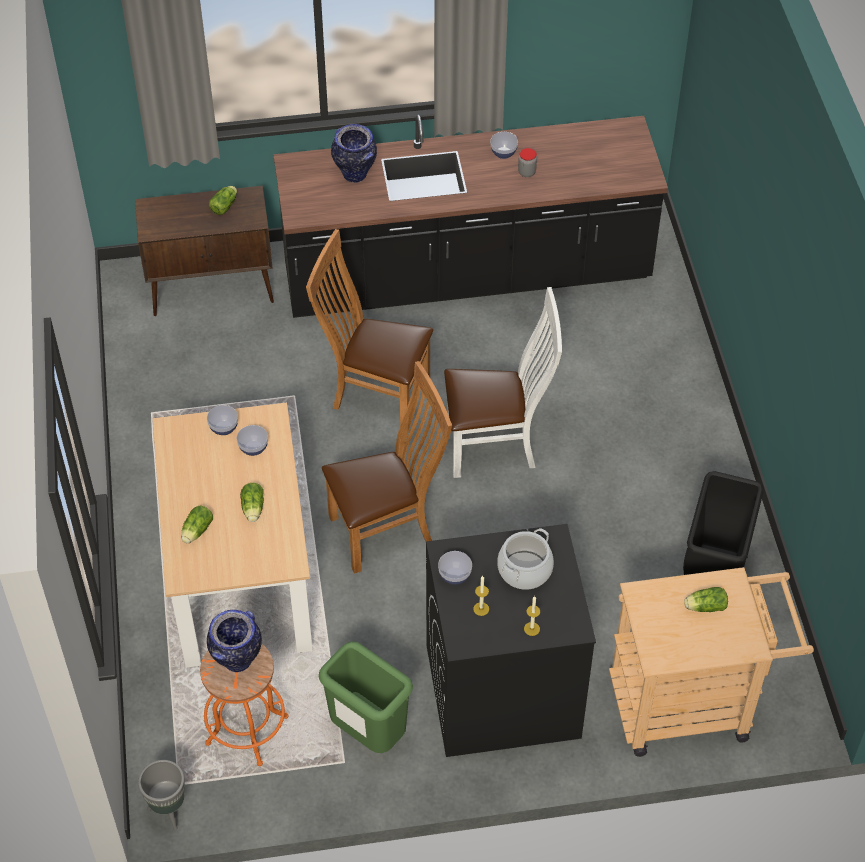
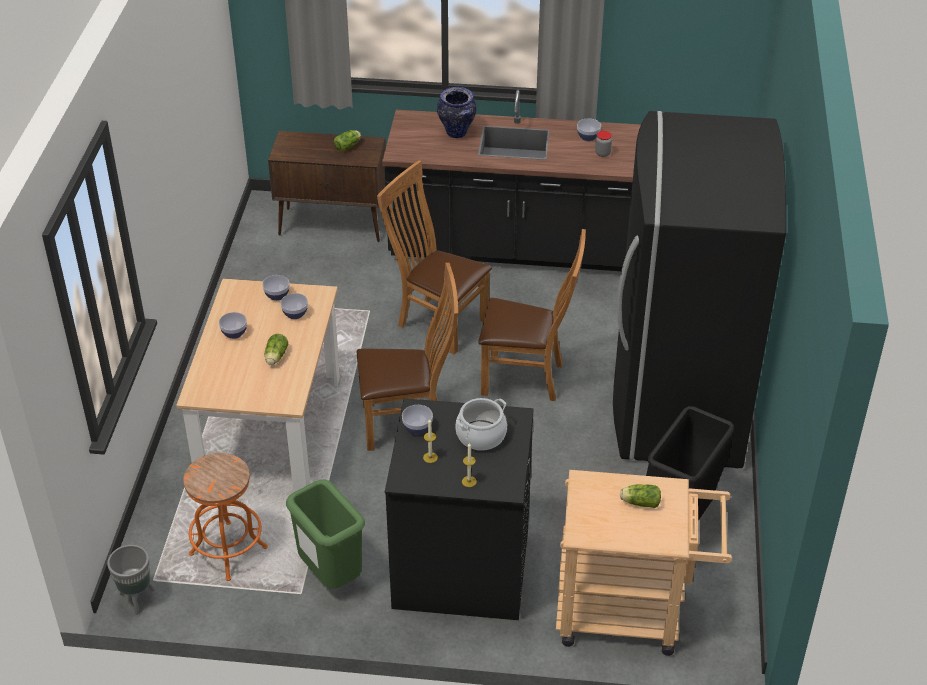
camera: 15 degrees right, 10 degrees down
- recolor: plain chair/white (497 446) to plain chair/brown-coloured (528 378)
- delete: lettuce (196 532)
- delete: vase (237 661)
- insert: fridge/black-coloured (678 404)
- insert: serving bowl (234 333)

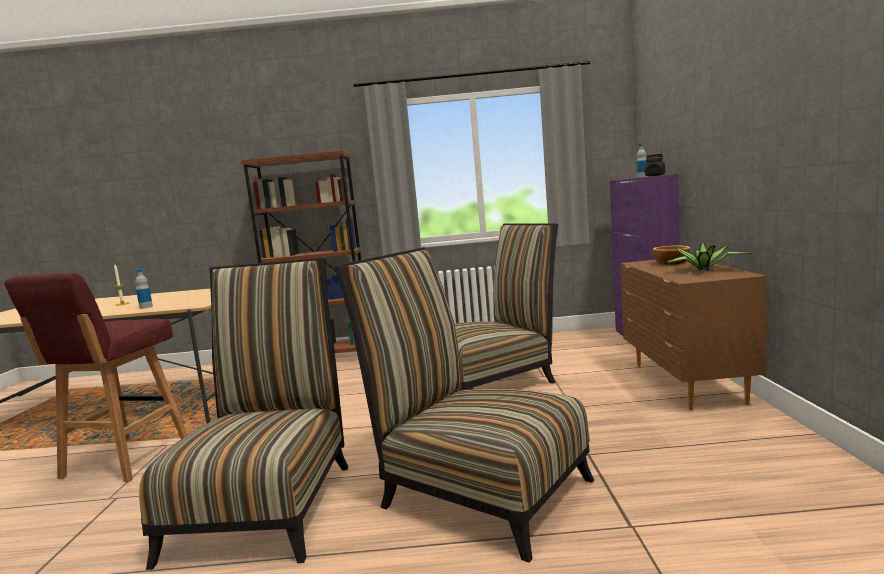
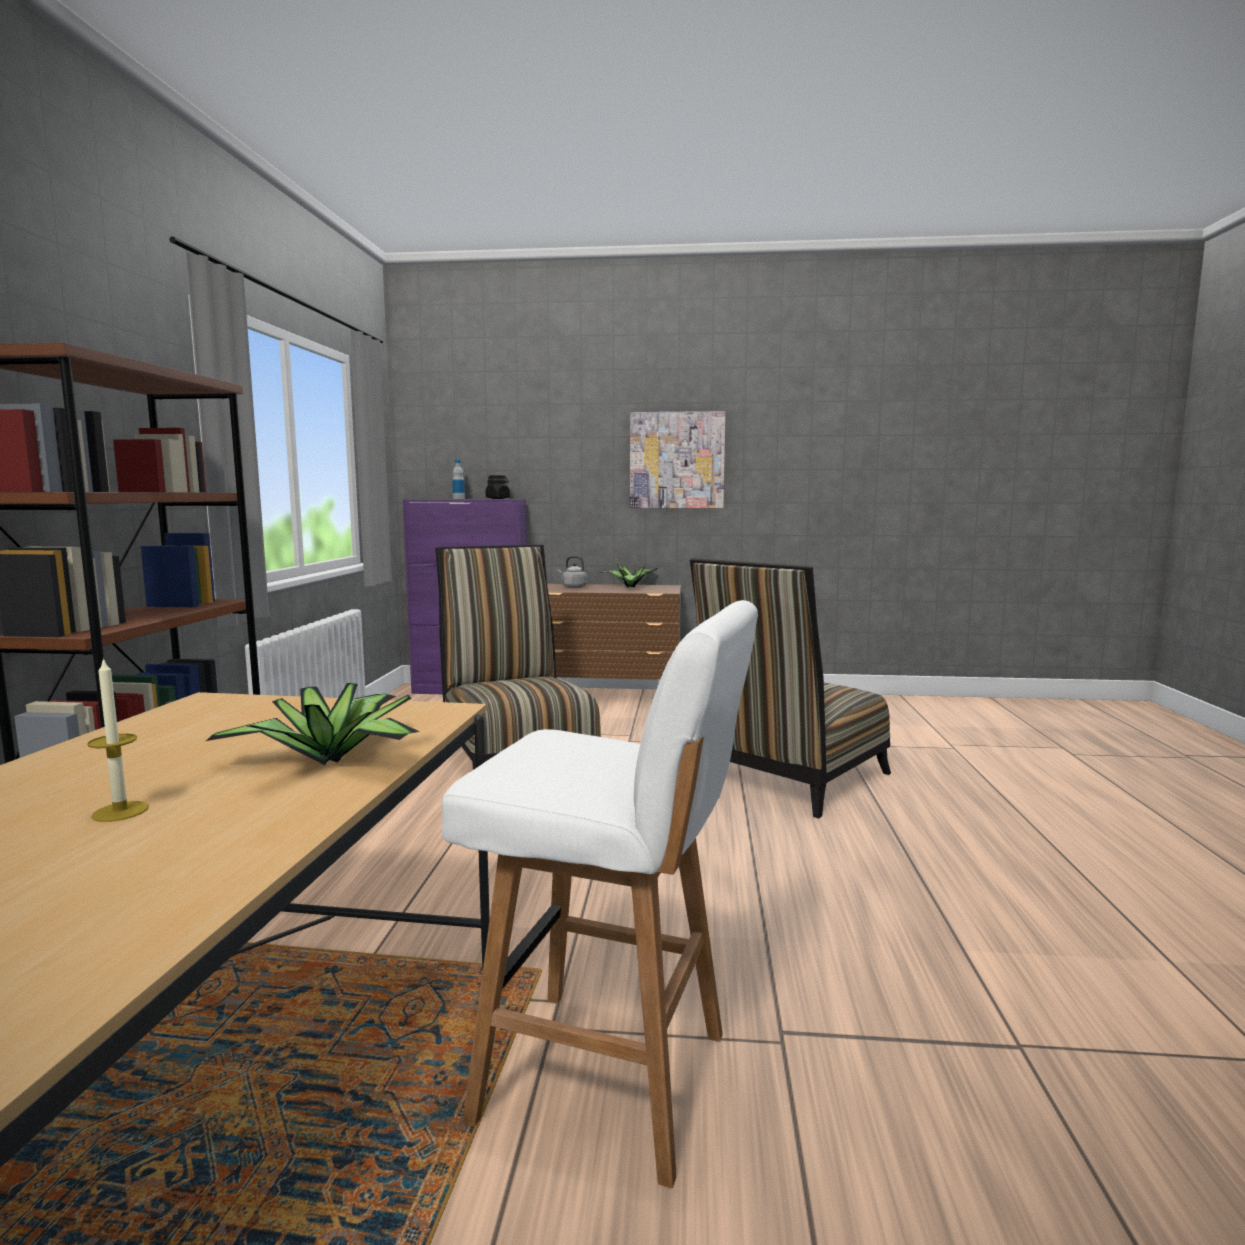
camera: 85 degrees left, 0 degrees up
- replace: serving bowl (670 263) to kettle/gray (573 587)
- delete: plain chair (267 502)
- replace: bottle (146 307) to potted plant (332 759)
- recolor: sitting stool/red-coloured (124 460) to sitting stool/white (609 1079)
- insert: wall picture (677 460)

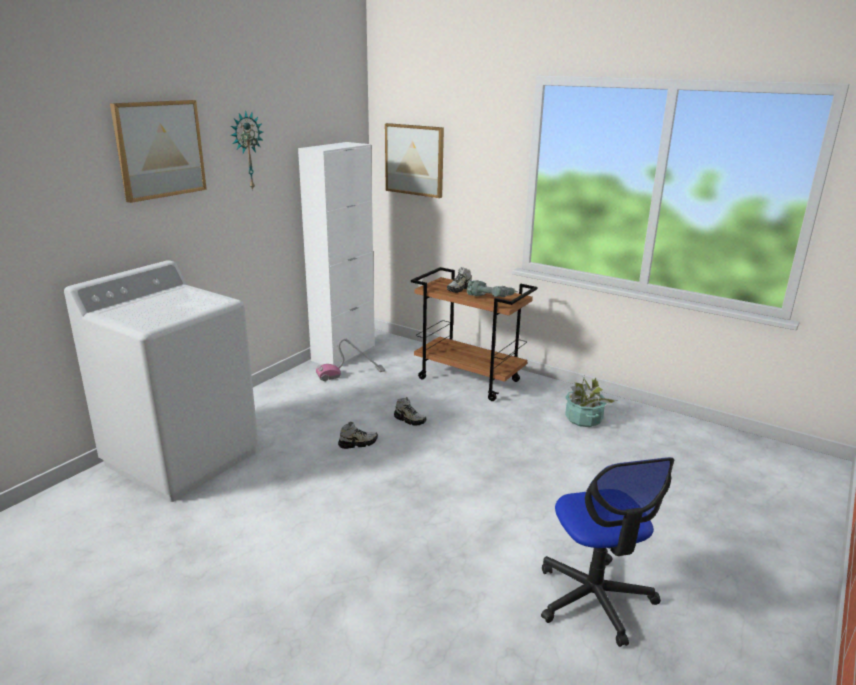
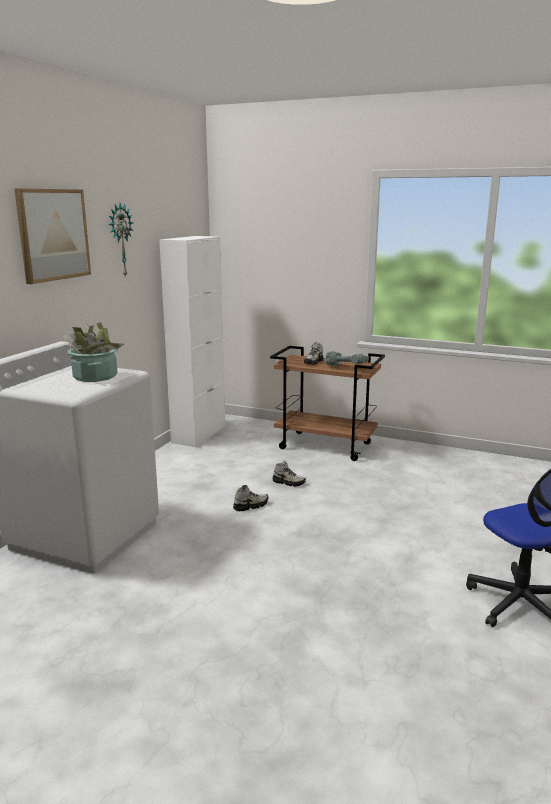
camera: 10 degrees left, 5 degrees down
- delete: wall picture (414 160)
- delete: hoover (351 373)
- move: potted plant (583 419) to (95 376)

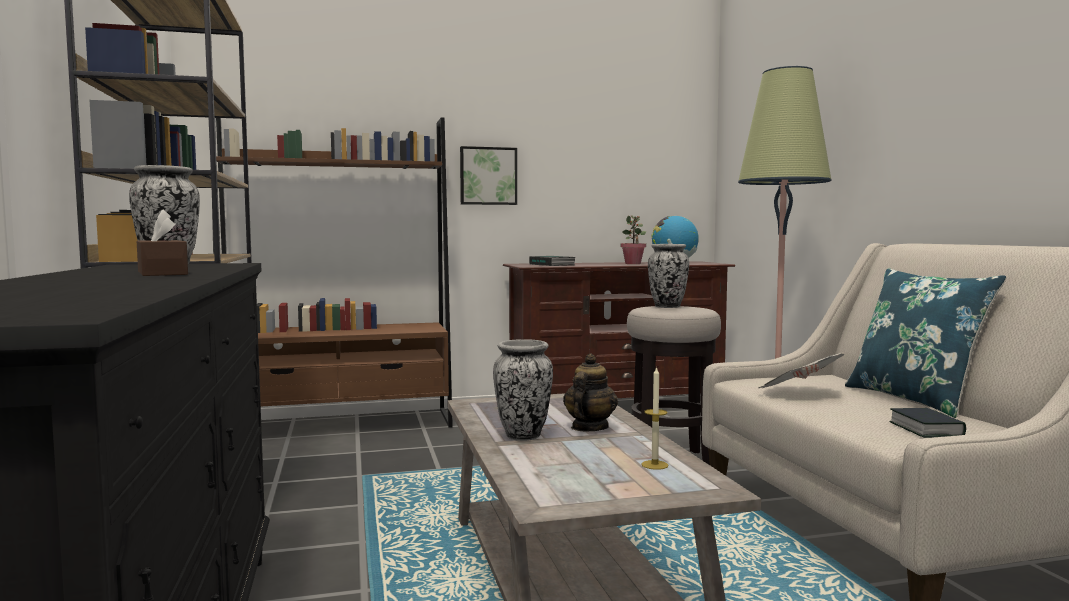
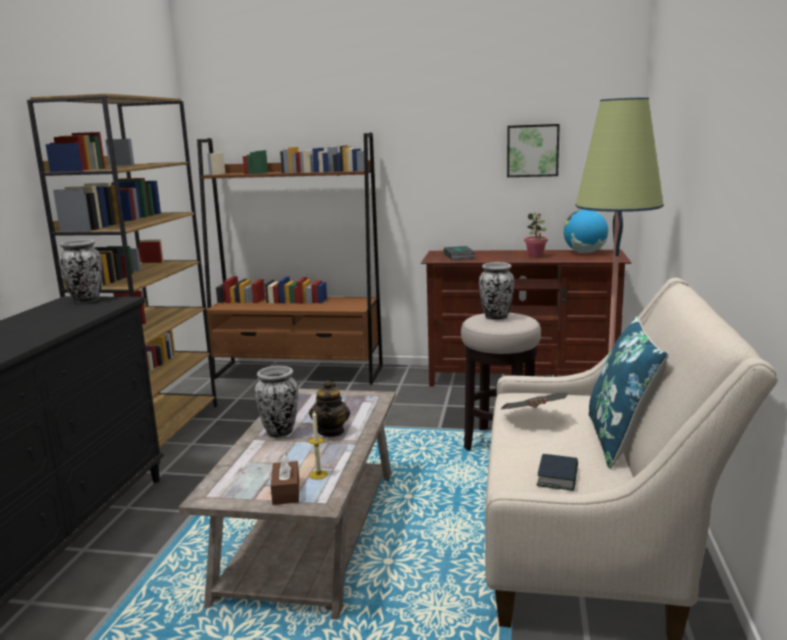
camera: 25 degrees right, 10 degrees up
- move: wall picture (488 176) to (532 150)
- move: box of tissues/brown-coloured (162 273) to (286 491)
- rotate: teapot (589 428) = (331 431) 135 degrees clockwise

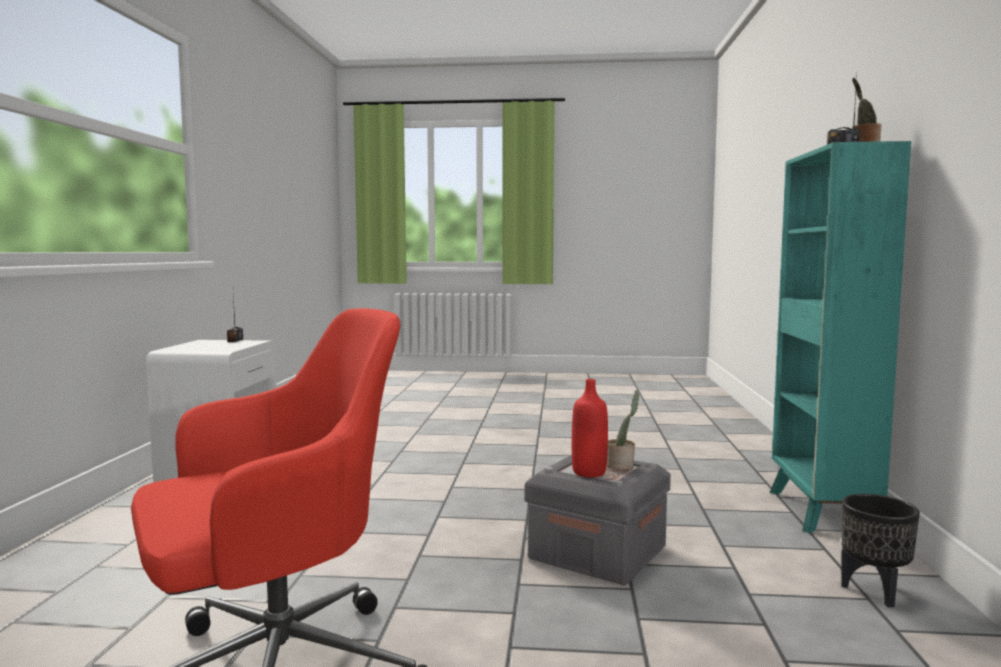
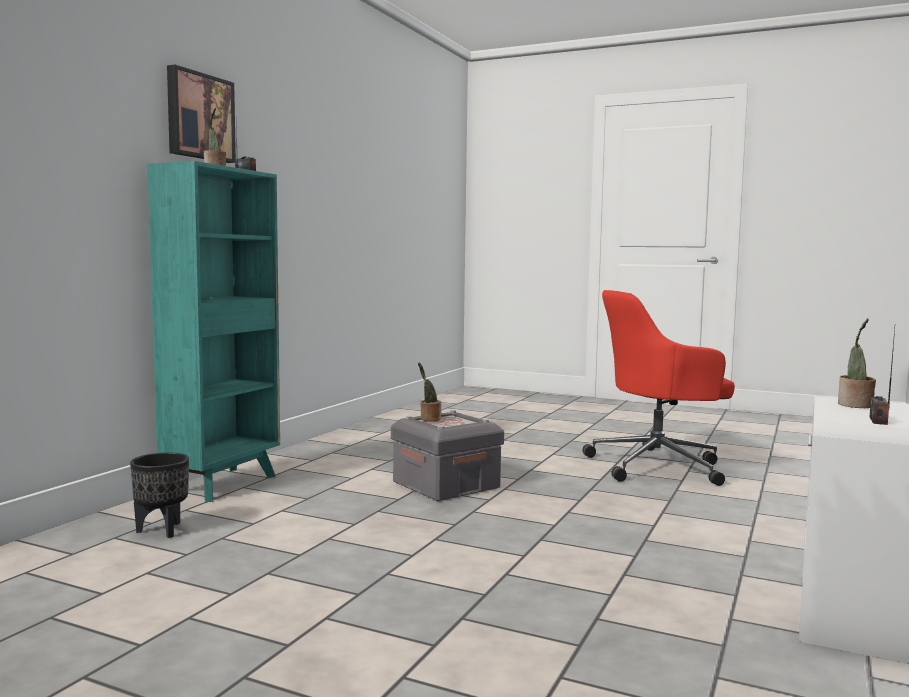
camera: 160 degrees left, 0 degrees up
- delete: bottle/red-coloured (589 472)
- move: plant pot/black-coloured (874 592) to (162 530)
- insert: wall picture (199 116)
- insert: potted plant (855 405)

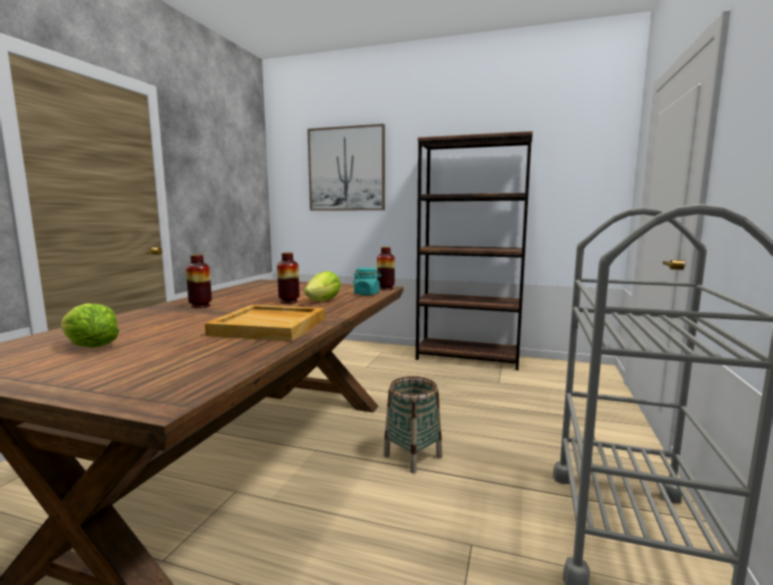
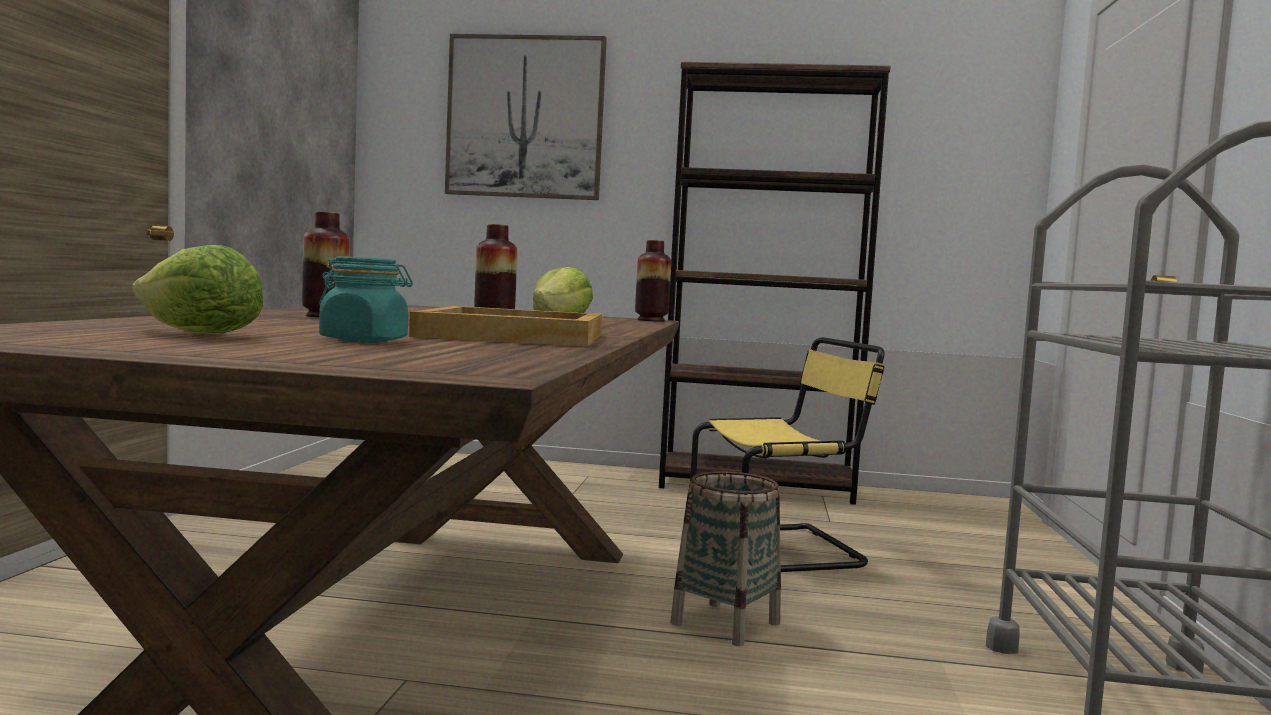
camera: 10 degrees left, 5 degrees down
- move: preserve jar/turquoise (367 294) to (364 340)
- insert: plain chair/yellowish (781 549)

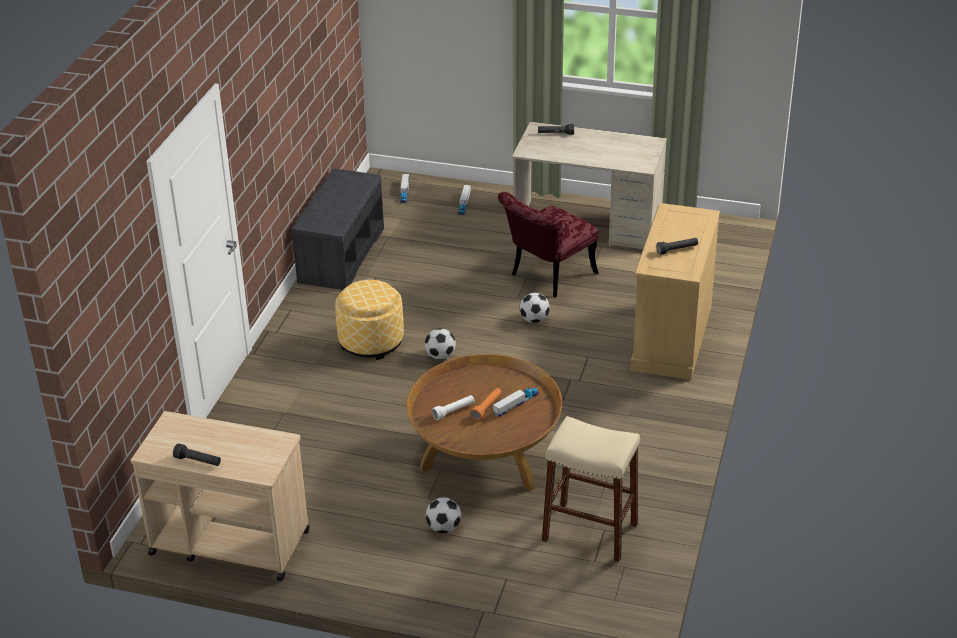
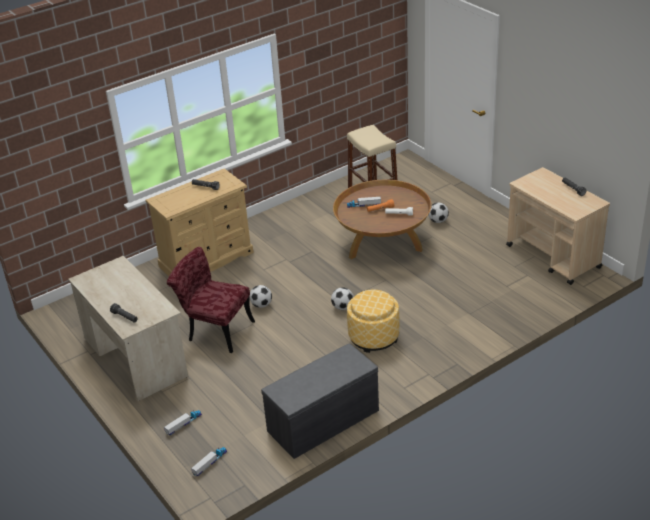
camera: 140 degrees left, 0 degrees up
- rotate: plain chair/red-coloured (547 277) = (215 330) 150 degrees counterclockwise

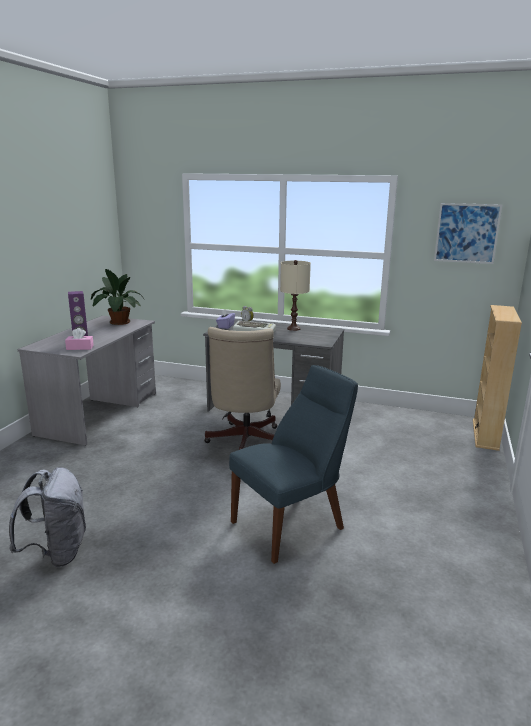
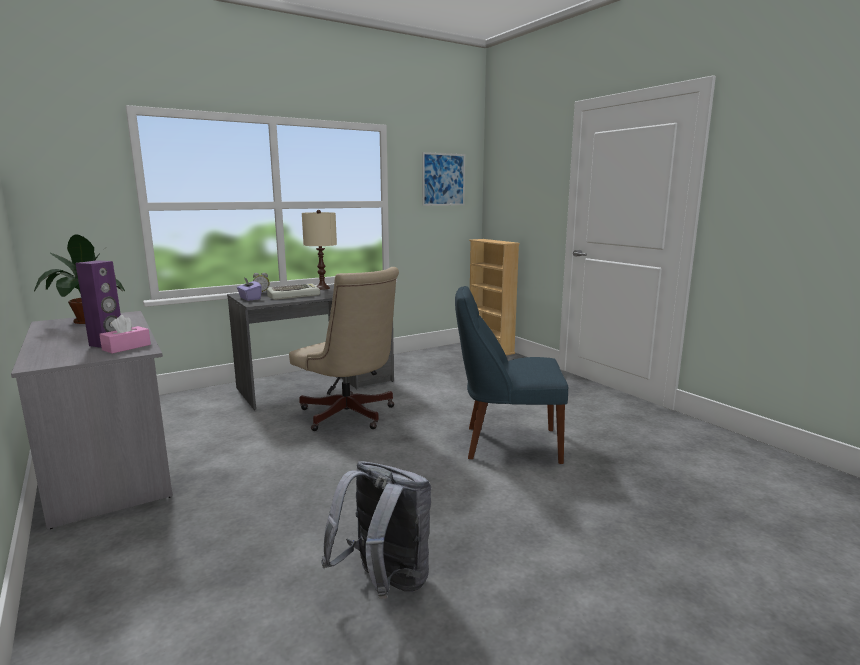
camera: 50 degrees left, 5 degrees down
- rotate: plain chair/bluish (292 524) = (507 443) 90 degrees counterclockwise

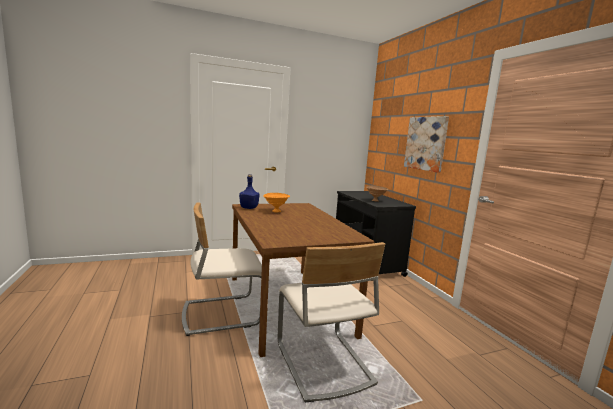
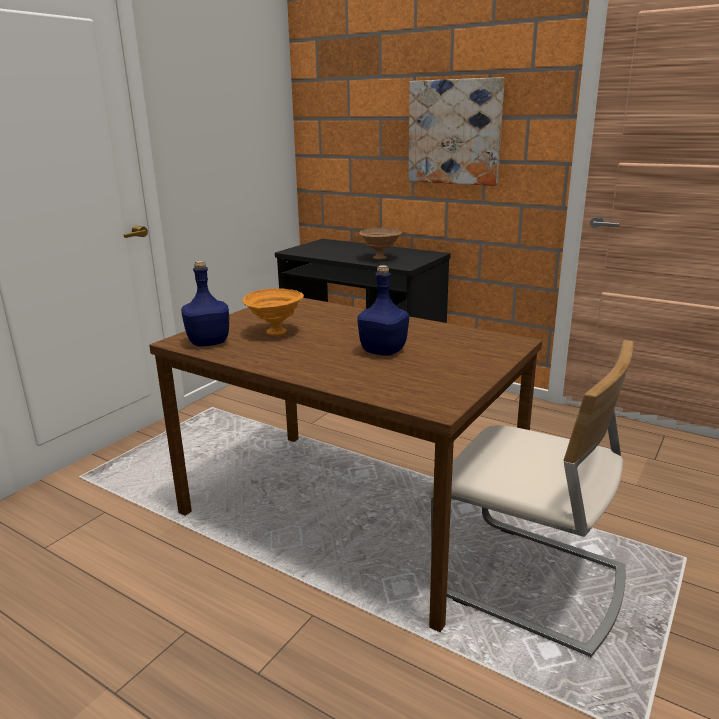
camera: 35 degrees left, 10 degrees up
- delete: plain chair/beige-coloured (221 314)
- insert: bottle/bluish (383 351)

